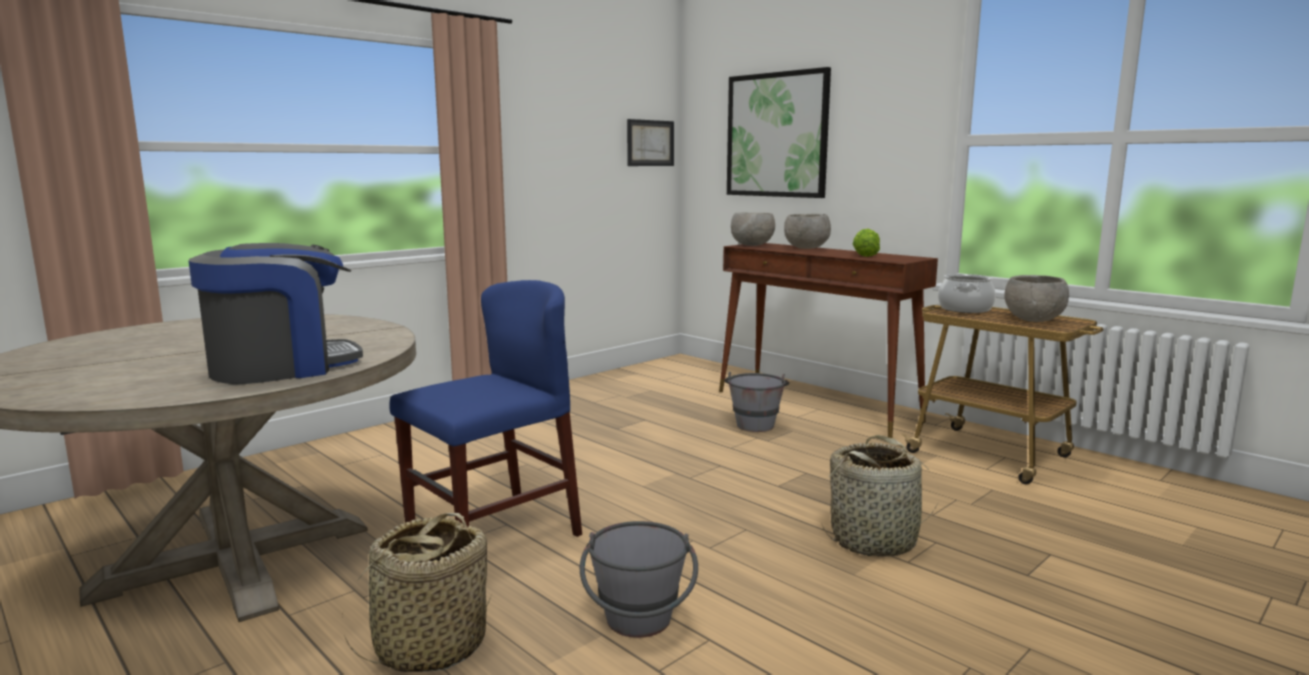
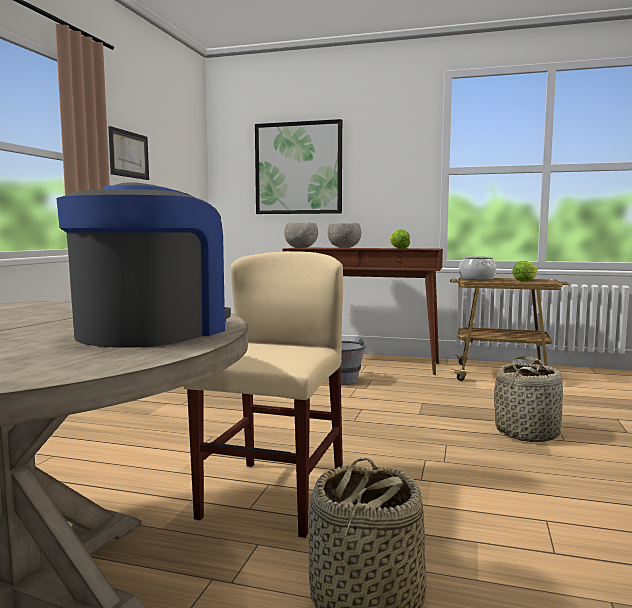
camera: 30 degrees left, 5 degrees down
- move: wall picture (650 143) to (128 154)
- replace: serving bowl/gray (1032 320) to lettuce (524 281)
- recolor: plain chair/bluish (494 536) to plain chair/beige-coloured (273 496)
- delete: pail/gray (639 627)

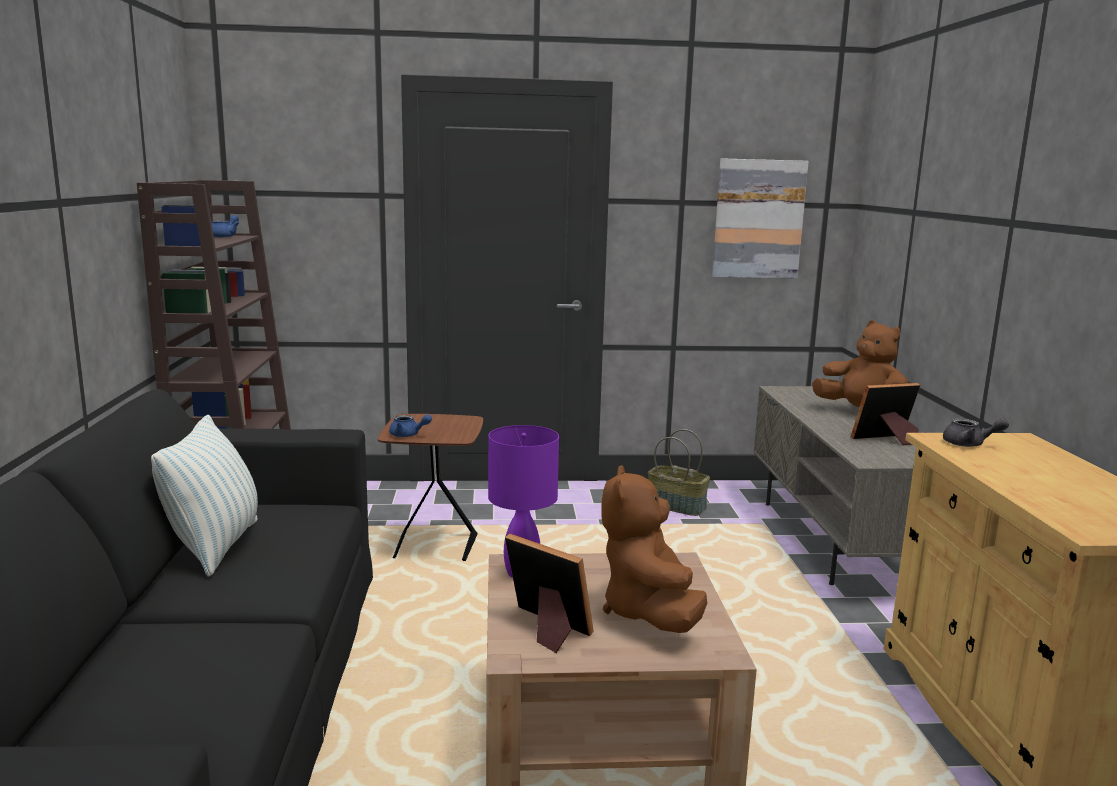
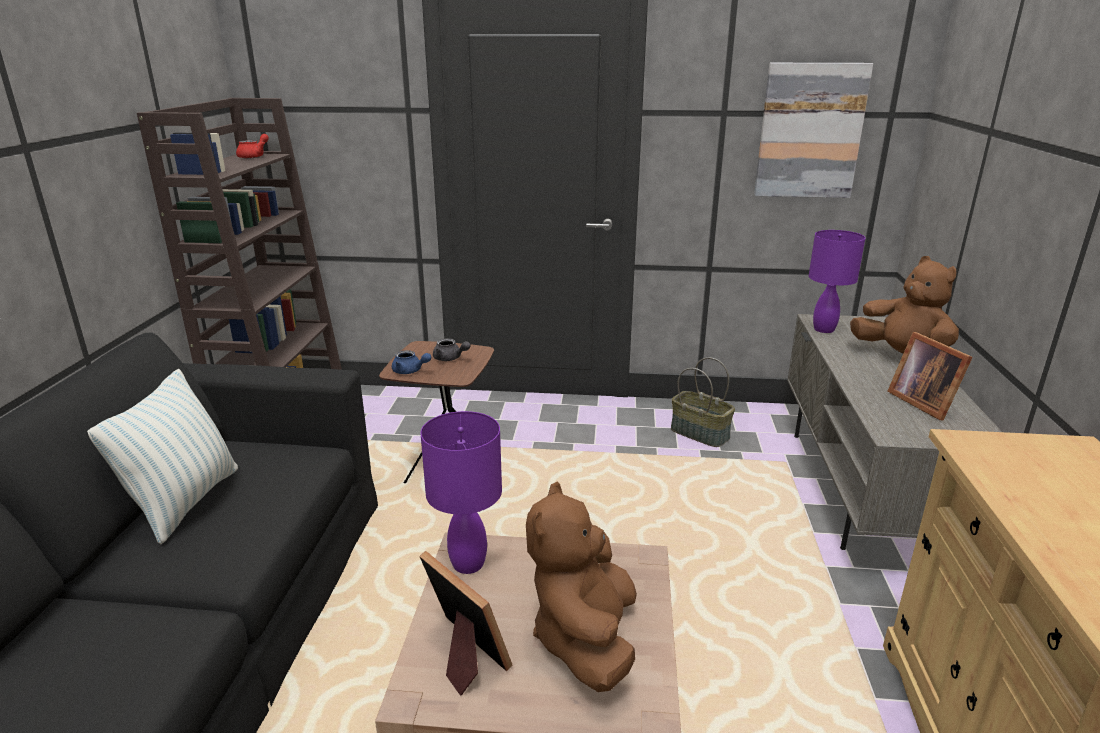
camera: 10 degrees right, 10 degrees up
- recolor: teapot/bluish (225 236) to teapot/red-coloured (254 156)
- rotate: standing frame (887 440) = (922 402) 105 degrees counterclockwise
- move: teapot/gray (969 444) to (450 358)
- insert: lamp for a table/purple (824 329)

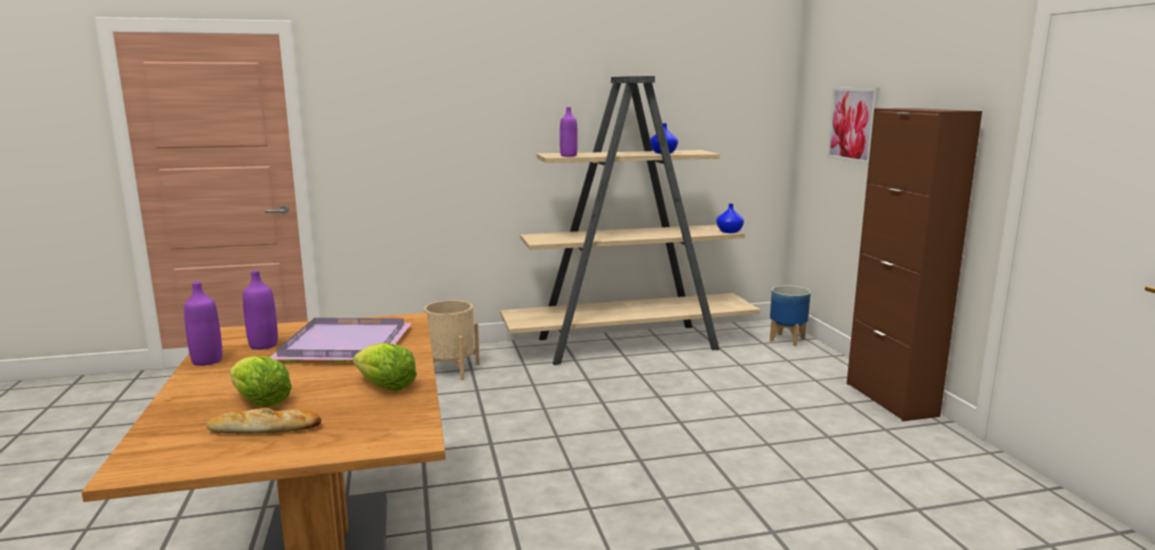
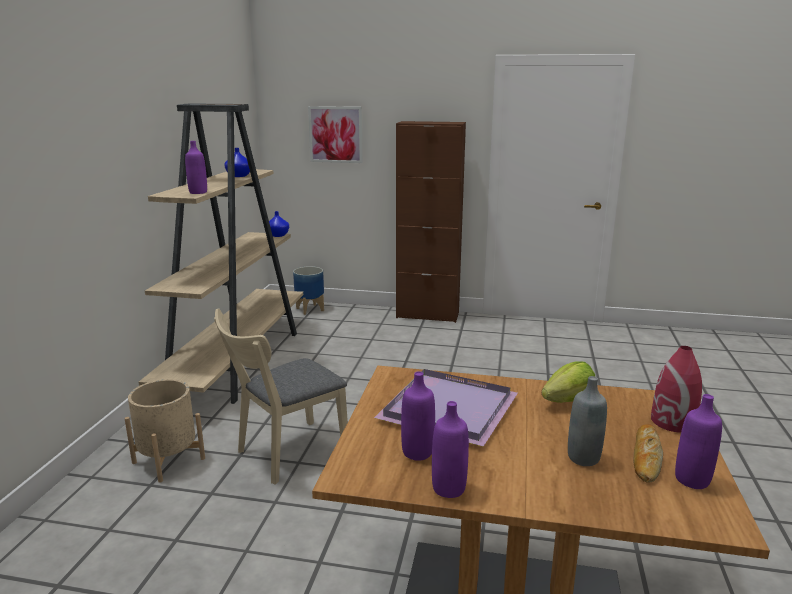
camera: 65 degrees left, 5 degrees up
- replace: lettuce (260 401) to bottle/gray (583 458)
- insert: plain chair/beige-coloured (286 453)
- insert: vase/red-coloured (673 422)
- insert: bottle/purple (692 480)

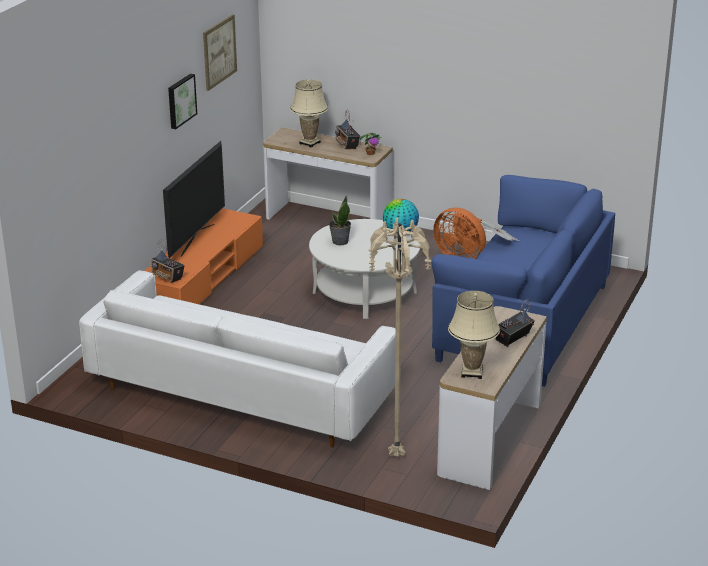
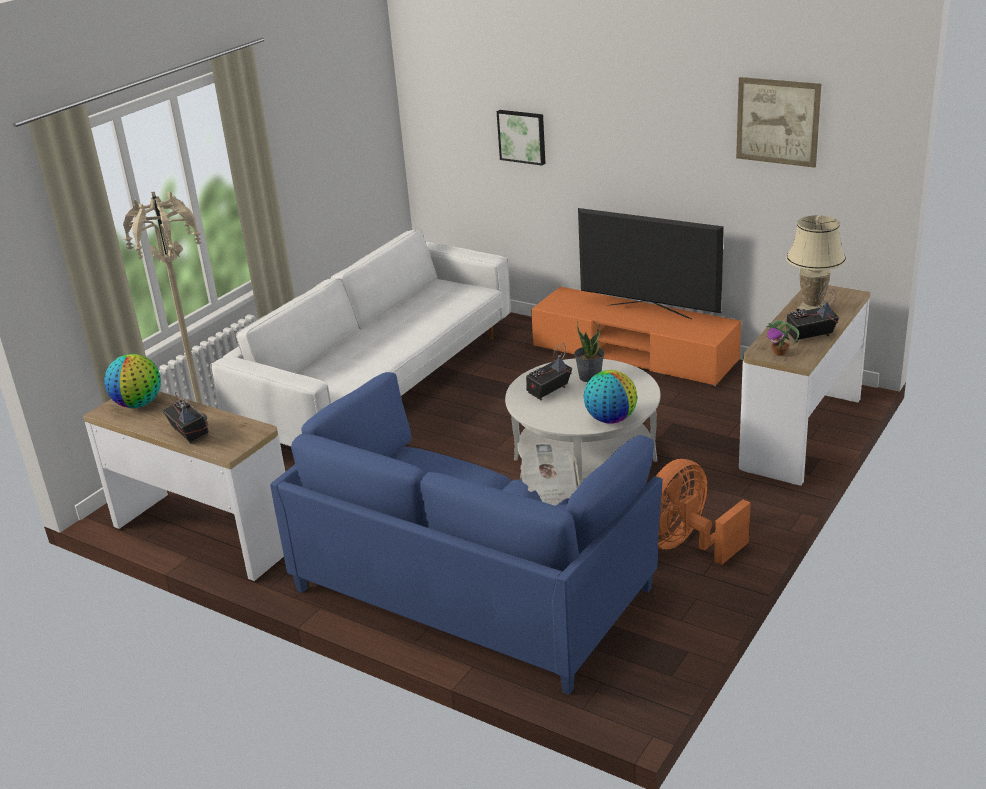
camera: 100 degrees right, 0 degrees up
- move: wall picture (180 100) to (522 136)
- move: radio (168 277) to (548 391)
- replace: lamp for a table/beige-coloured (472 372) to globe (139 404)

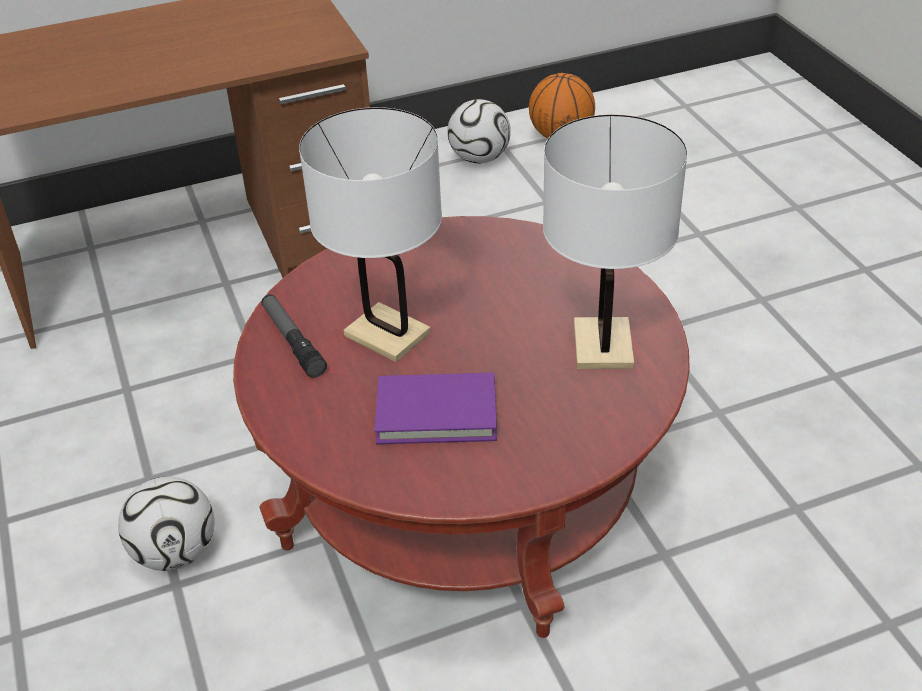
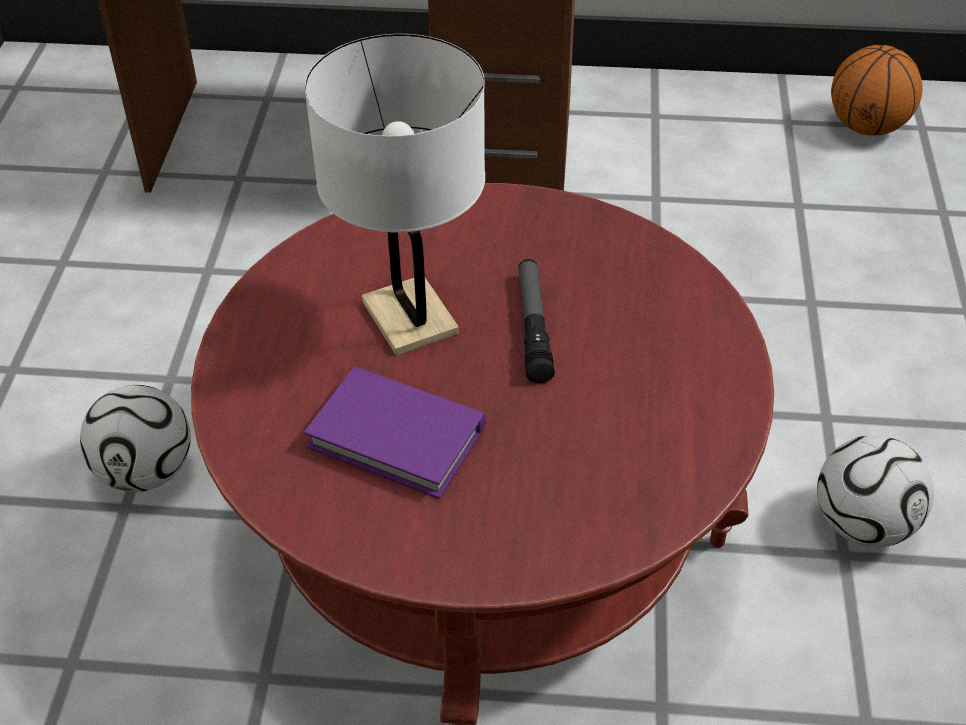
camera: 25 degrees right, 5 degrees up
- move: football ball (479 158) to (863 525)
- delete: lamp for a table/white (602 345)
- move: hand torch (293 341) to (533 327)

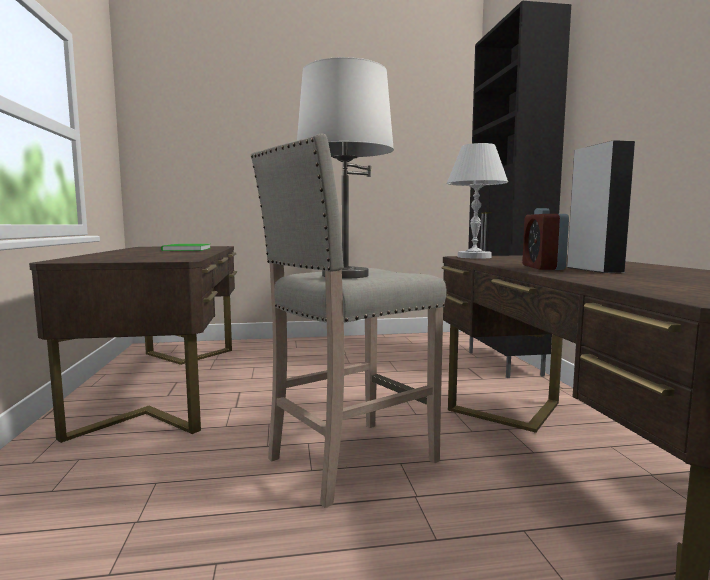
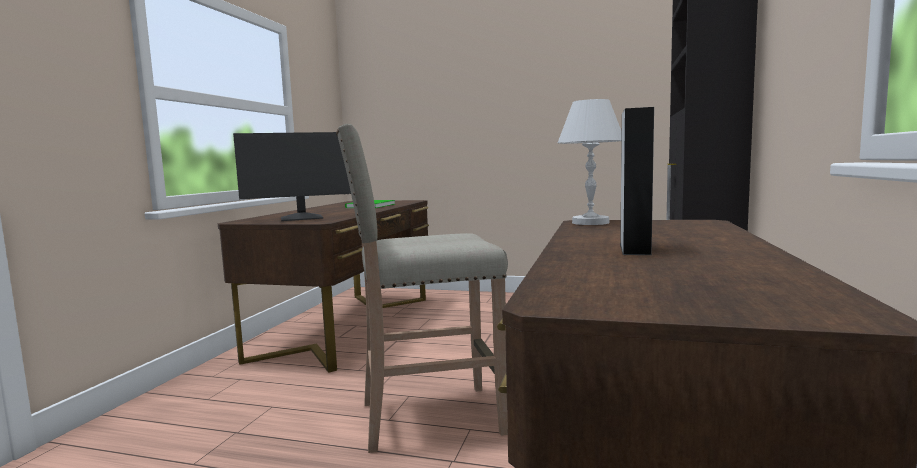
camera: 25 degrees right, 0 degrees up
- delete: lamp for a table/white (345 276)
- delete: bedside clock (542 267)
- insert: computer screen (302 218)

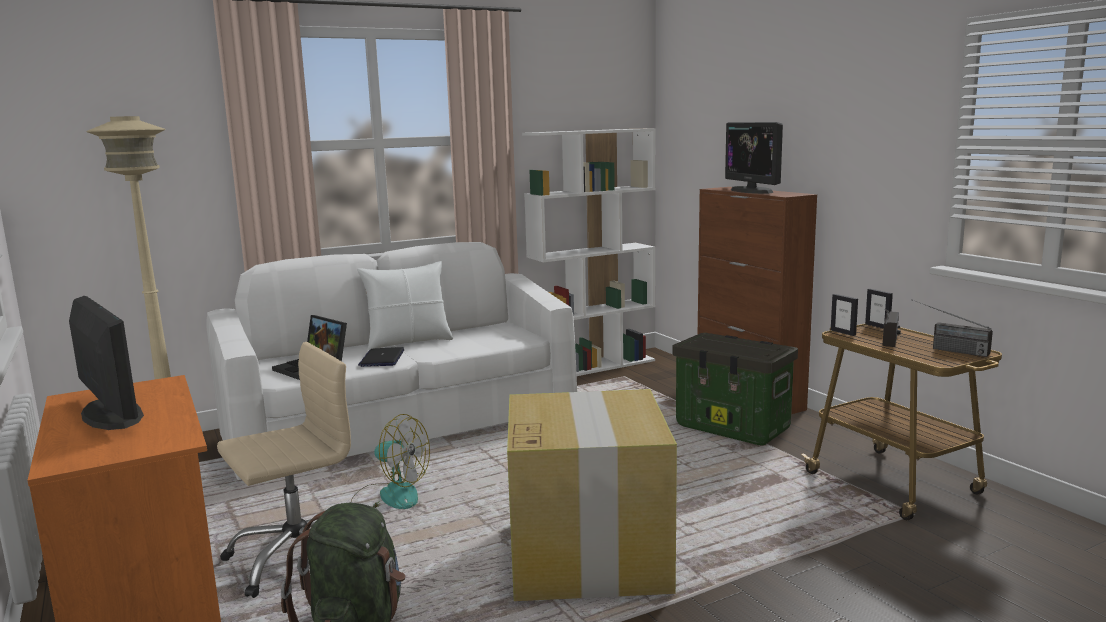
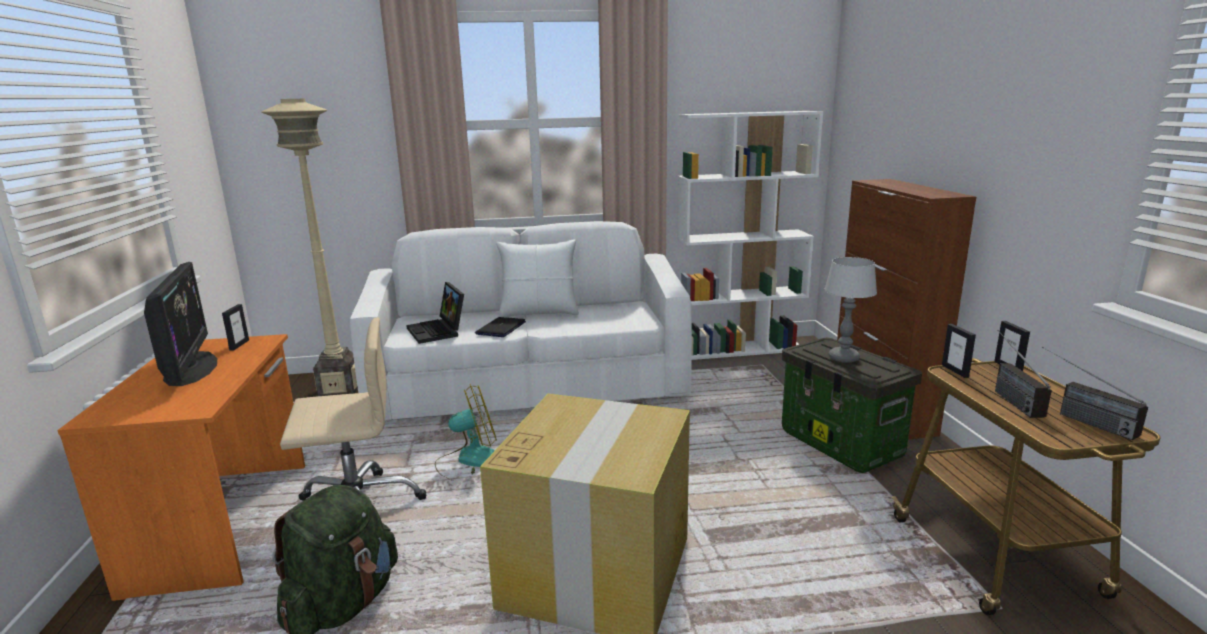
camera: 20 degrees right, 5 degrees up
- delete: computer screen (752 191)
- rotate: radio (890 343) = (1007 396) 135 degrees clockwise
- rotate: electric fan (389 496) = (469 461) 60 degrees counterclockwise
- insert: lamp for a table (843 358)
- insert: standing frame (239 345)

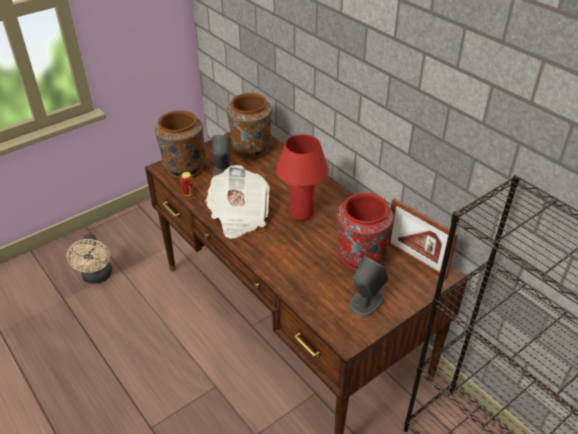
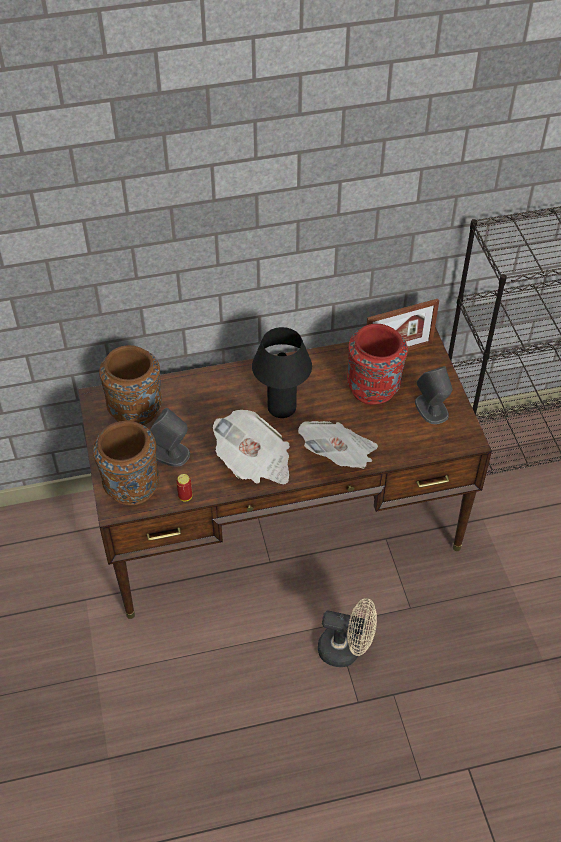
camera: 65 degrees left, 10 degrees up
- recolor: lamp for a table/red-coloured (301 213) to lamp for a table/black-coloured (281 408)
- move: electric fan/beige-coloured (97 277) to (346 650)
- insert: newspaper (339 456)

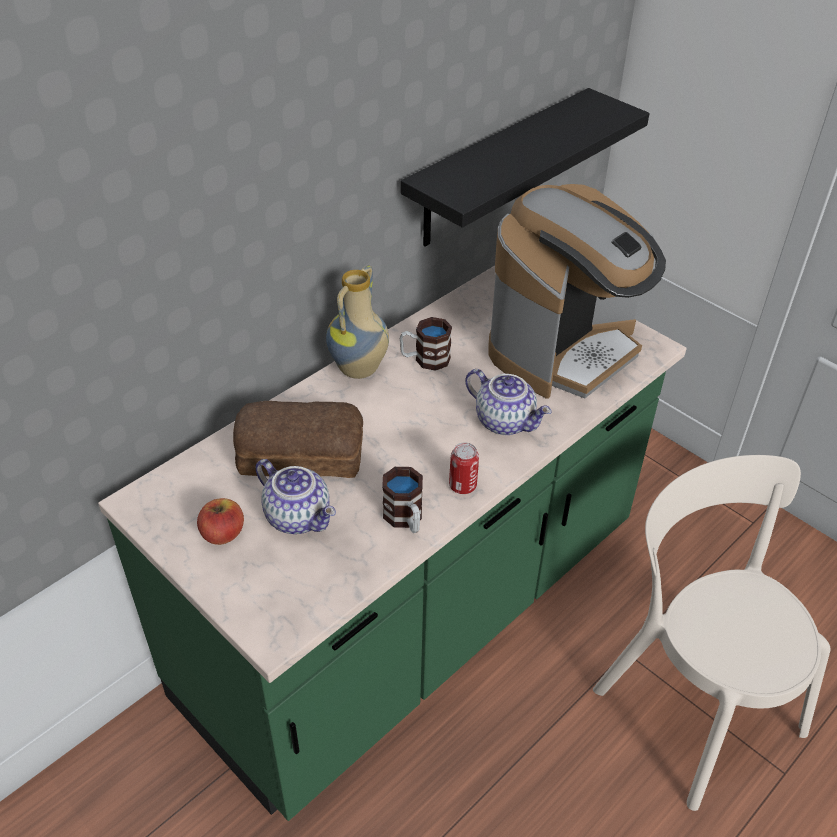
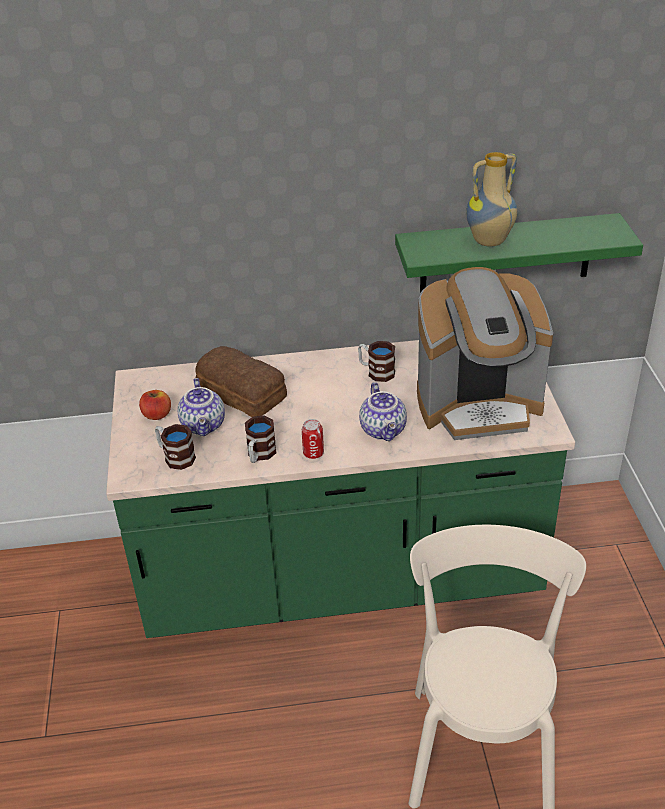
camera: 40 degrees right, 5 degrees down
- recolor: shelf/black-coloured (498 169) to shelf/green (505 253)
- move: vase (360 370) to (490 242)
- insert: tea mug (175 457)

